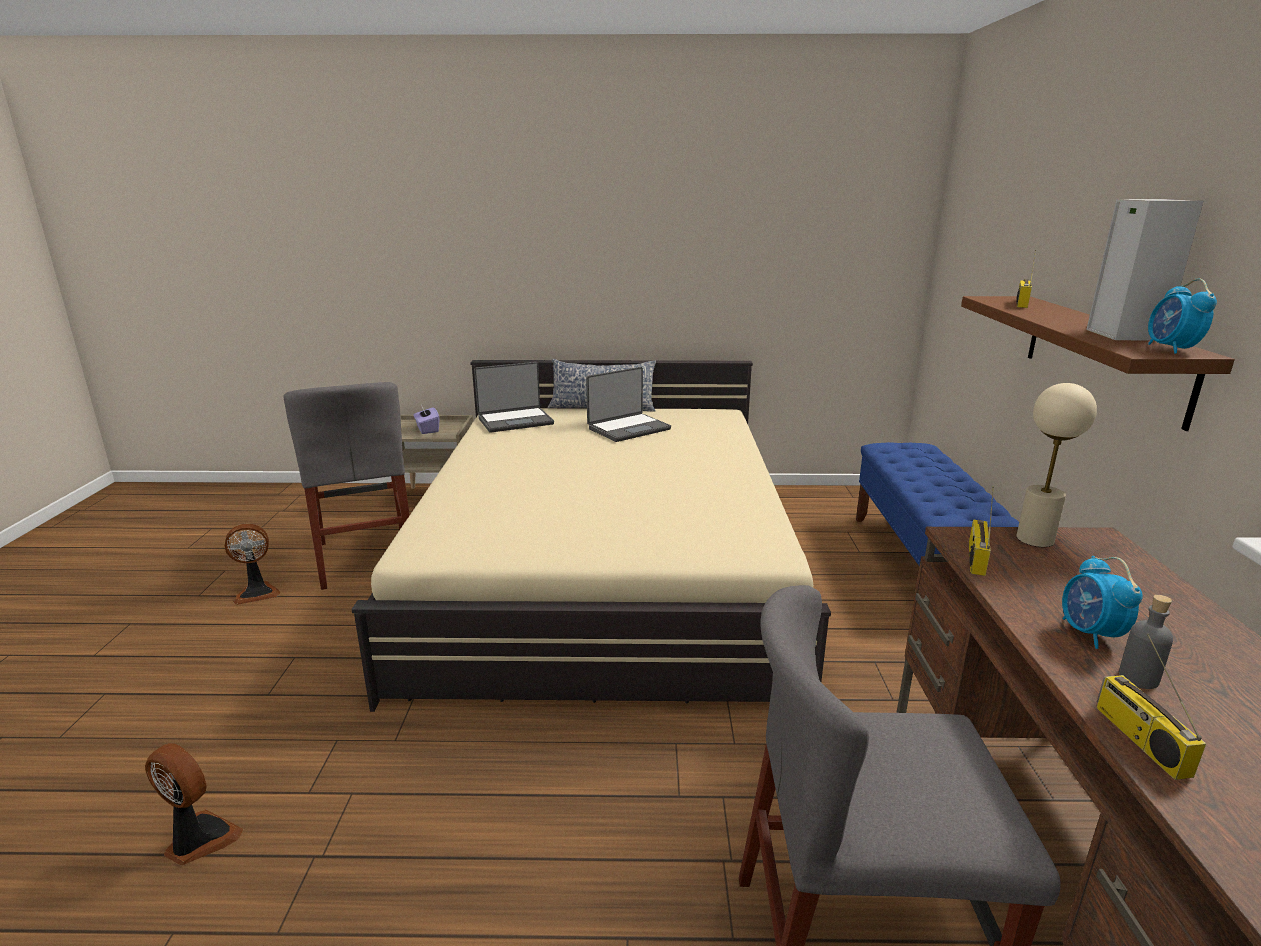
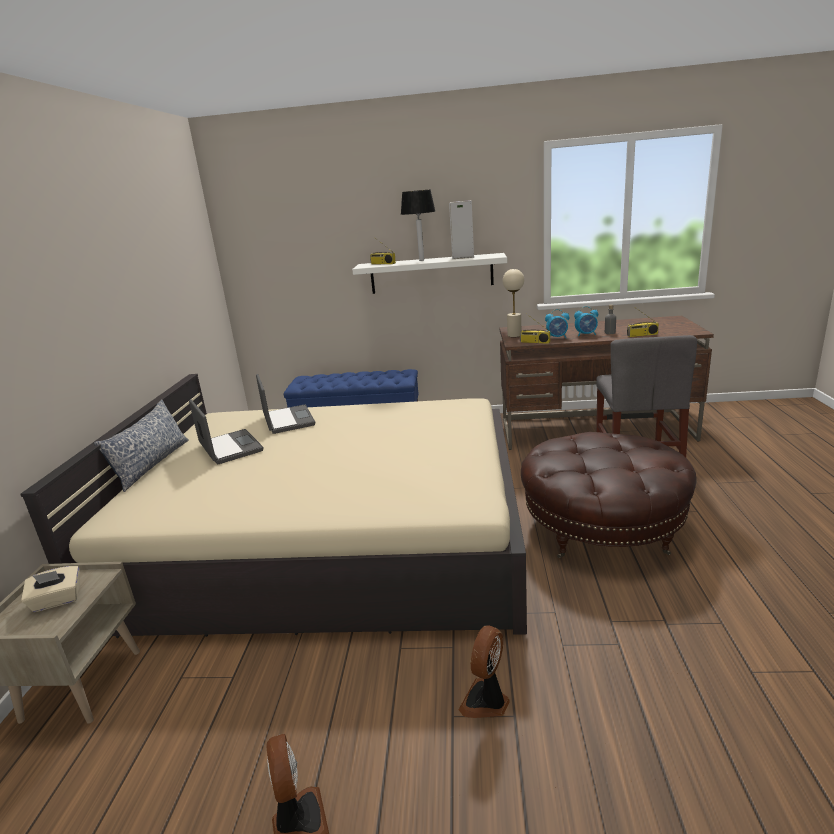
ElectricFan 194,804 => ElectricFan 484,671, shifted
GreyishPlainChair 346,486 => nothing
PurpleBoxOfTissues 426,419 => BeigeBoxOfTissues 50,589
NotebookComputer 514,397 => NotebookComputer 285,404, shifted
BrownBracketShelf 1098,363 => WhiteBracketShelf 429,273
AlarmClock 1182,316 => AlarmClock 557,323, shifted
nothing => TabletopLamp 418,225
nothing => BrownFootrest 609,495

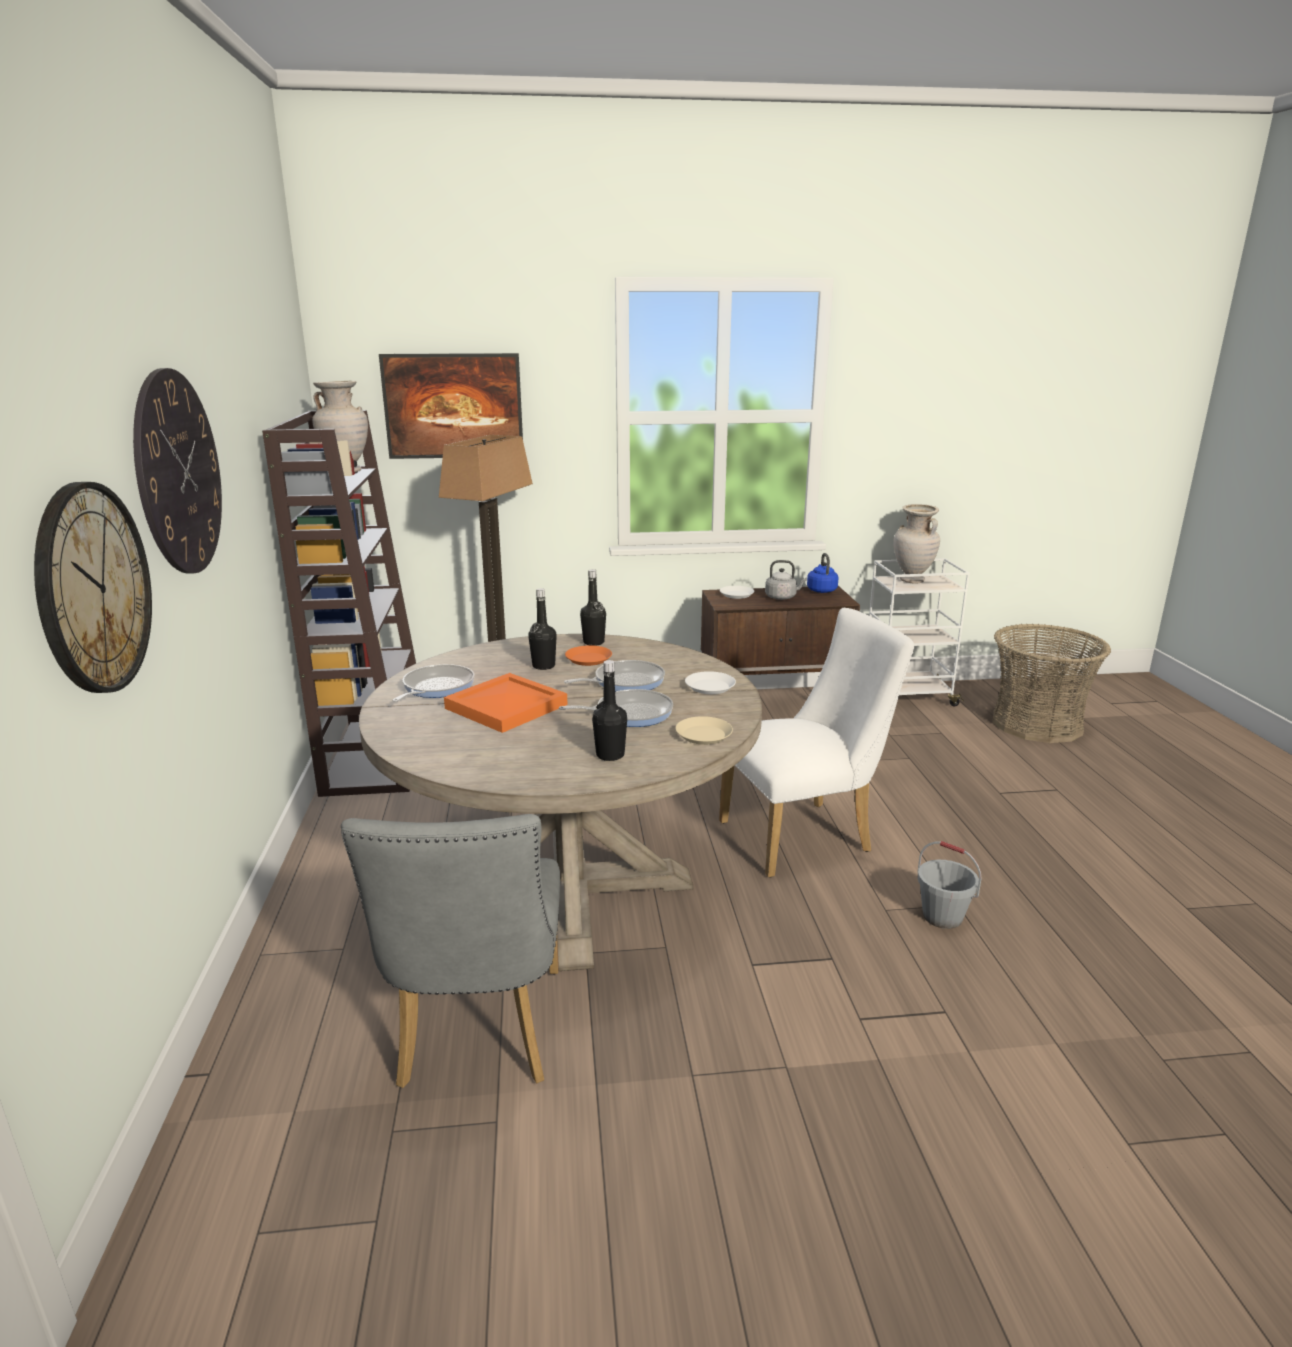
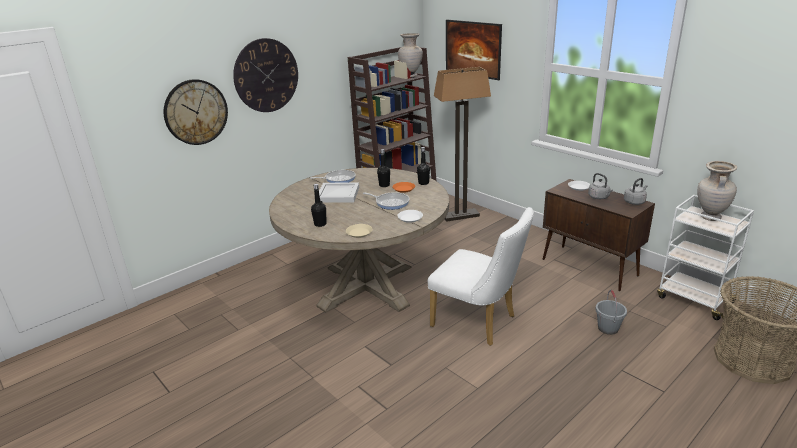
GreyishPlainChair 450,951 => nothing
OrangeTray 506,703 => WhiteTray 339,192
Pan 616,708 => nothing
BlueKettle 822,573 => GreyishKettle 635,191
GreyishPail 949,885 => GreyishPail 611,312, shifted

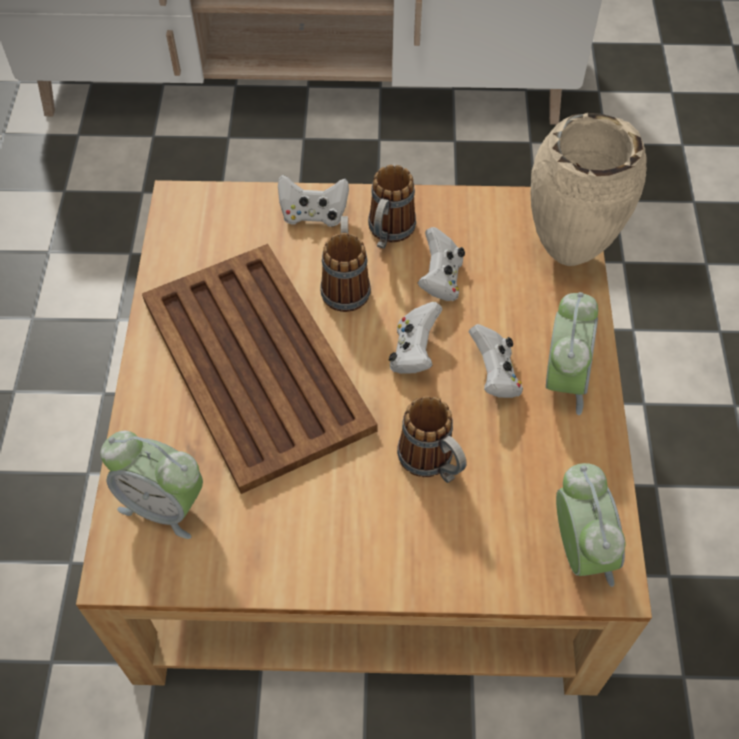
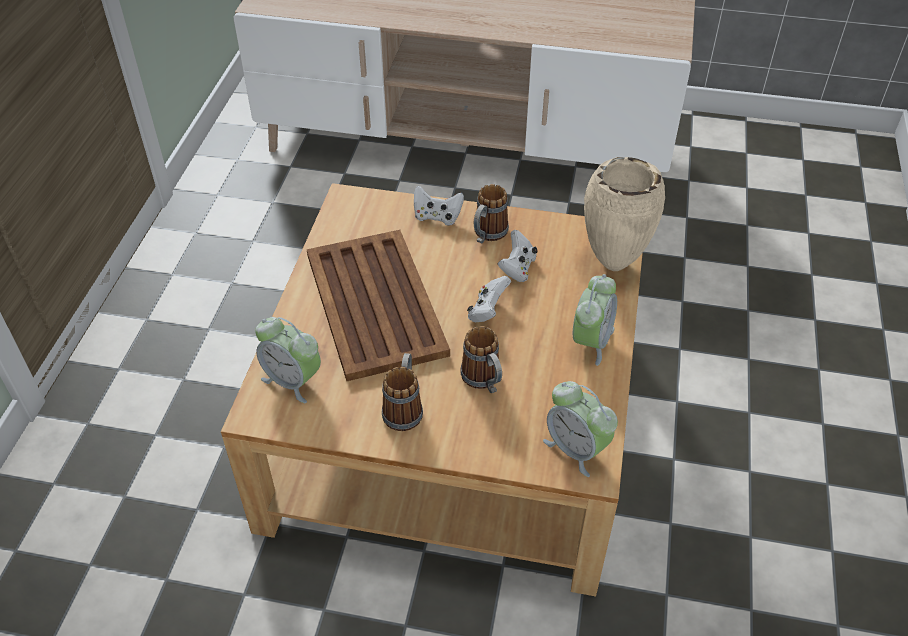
TeaMug 345,264 => TeaMug 402,392, shifted
WhiteJoypad 496,361 => nothing
AlarmClock 590,525 => AlarmClock 580,429, 135 degrees clockwise

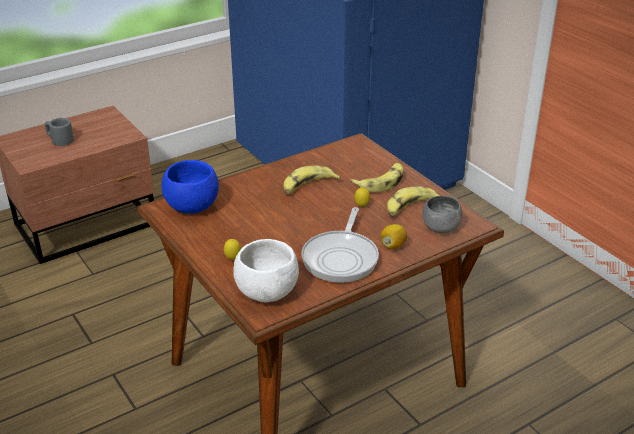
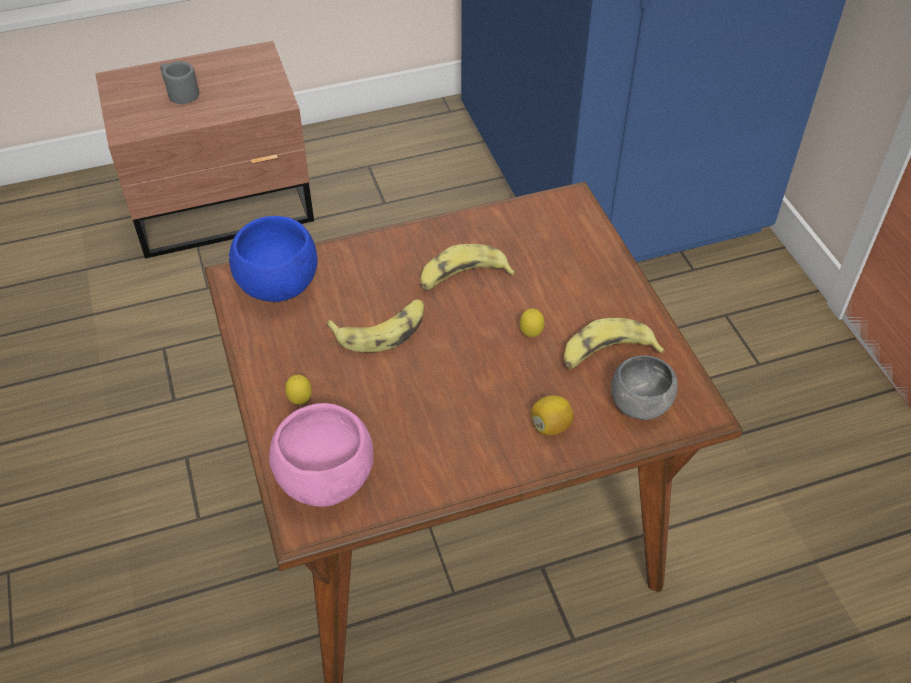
WhiteDeepDish 266,270 => PinkDeepDish 321,455
Pan 340,245 => nothing
Banana 377,177 => Banana 375,325, shifted

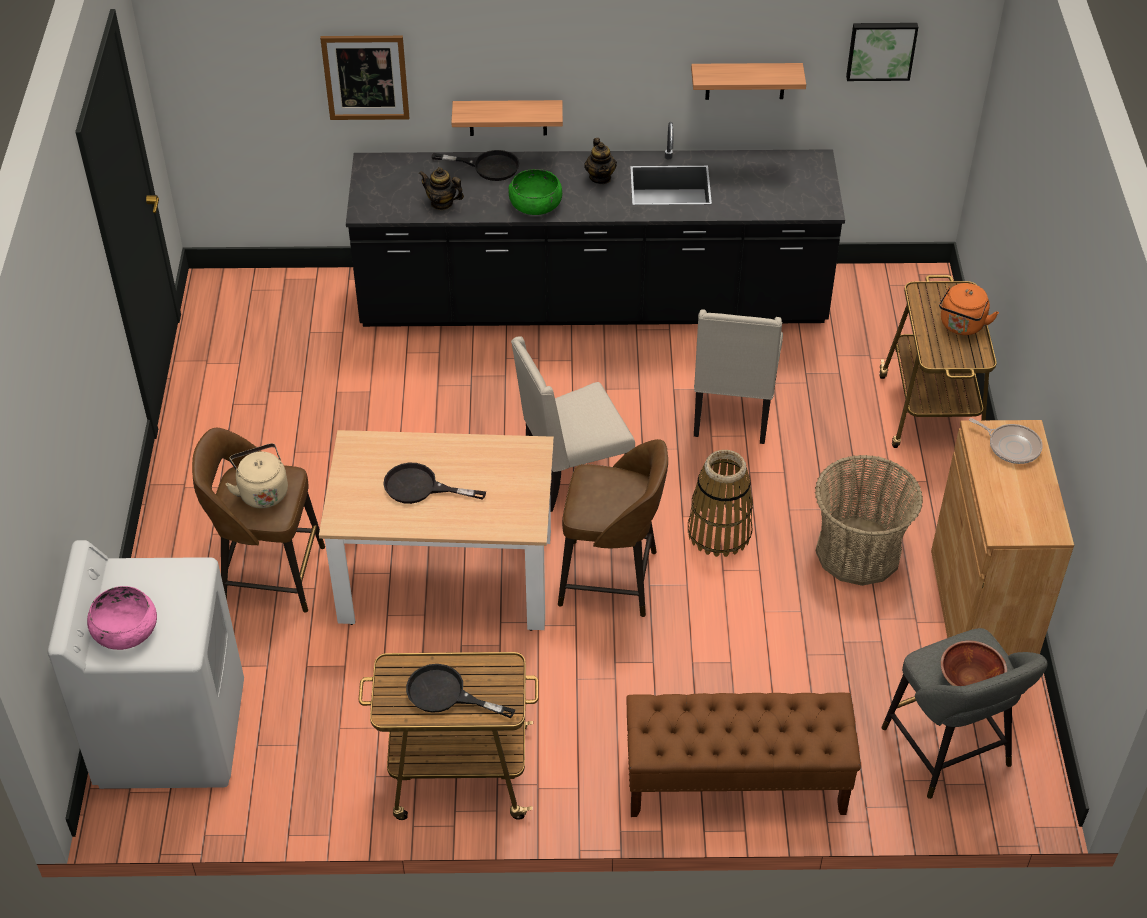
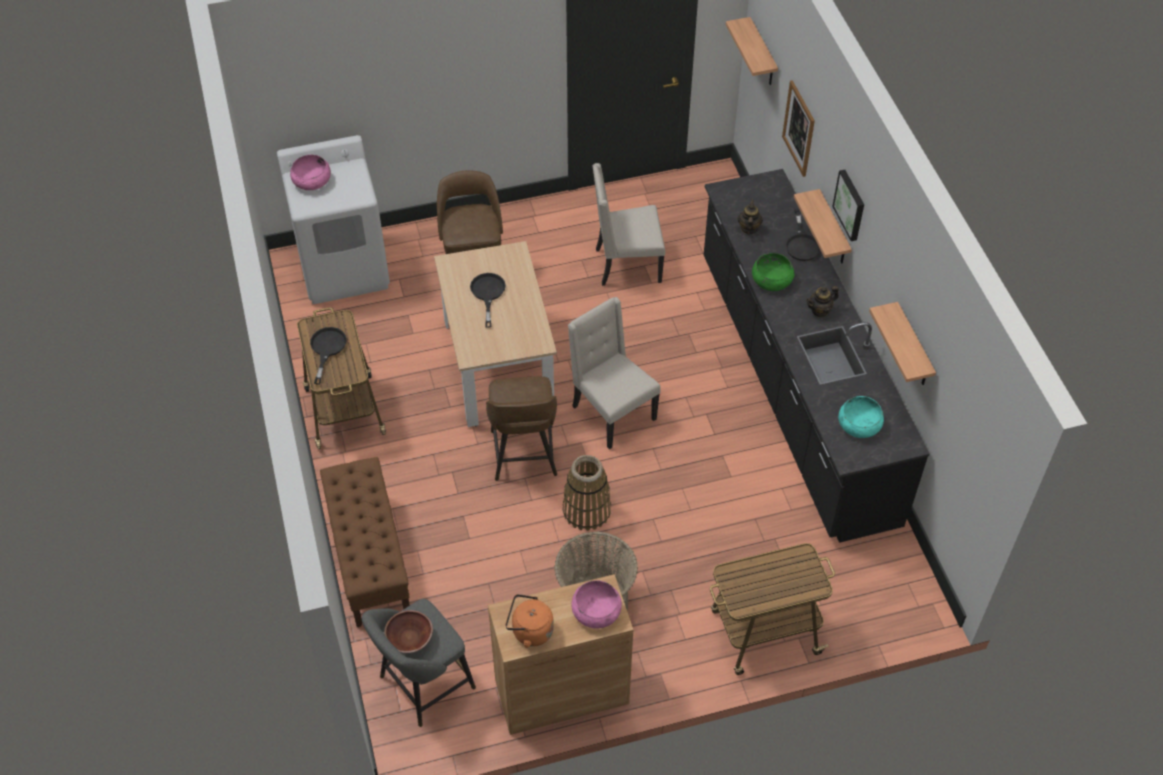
BeigeKettle 257,475 => nothing
BeigePlainChair 738,377 => BeigePlainChair 629,224, shifted
Picture 882,52 => Picture 848,205, shifted
OrangeKettle 969,309 => OrangeKettle 530,621, shifted
Pan 1006,441 => PinkDeepDish 596,604
nothing => BracketShelf 752,51
nothing => BlueGreenDeepDish 861,417

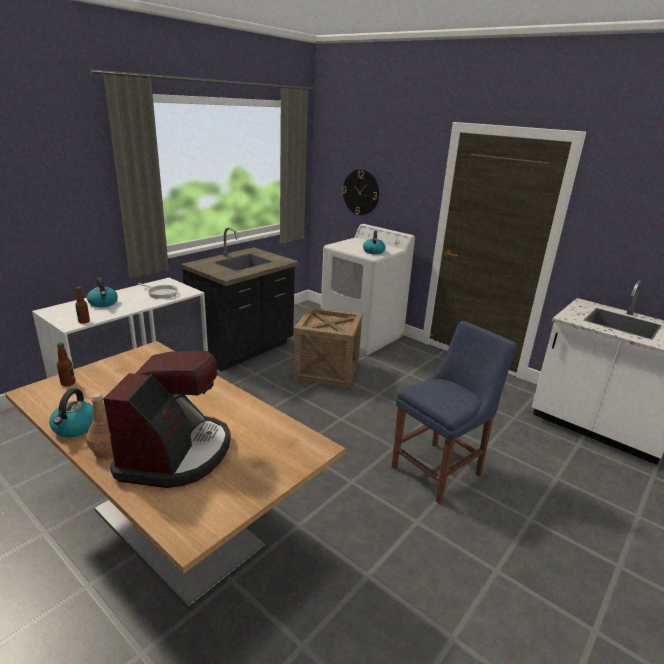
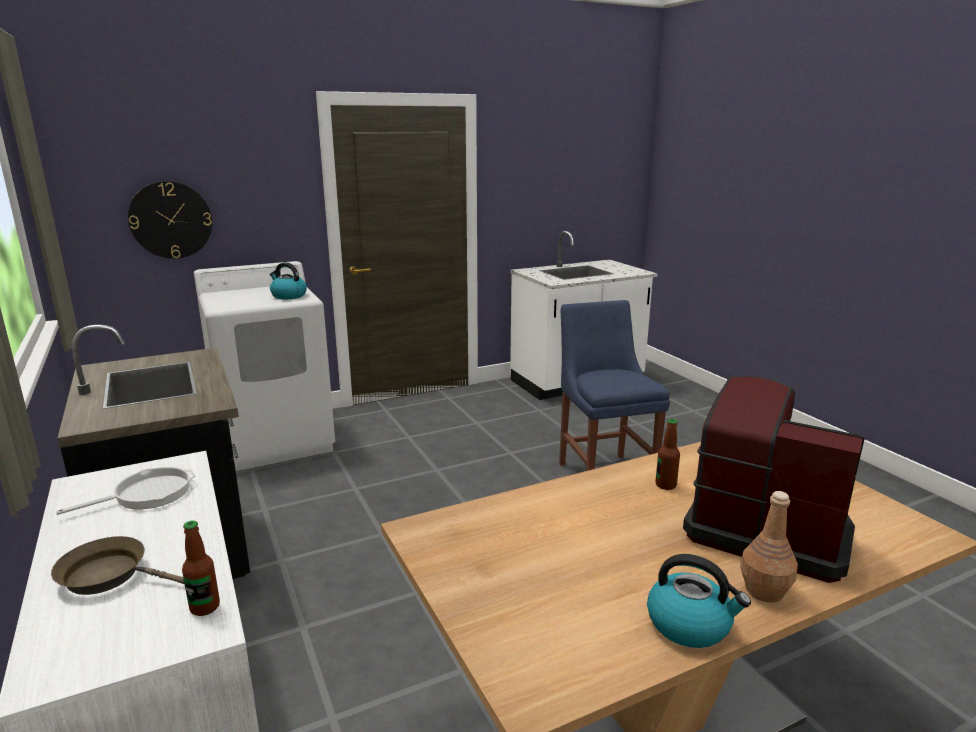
DrinkBottle 66,364 => DrinkBottle 667,454, shifted
Kettle 102,292 => BrownPan 117,565
PackingCrate 327,347 => nothing

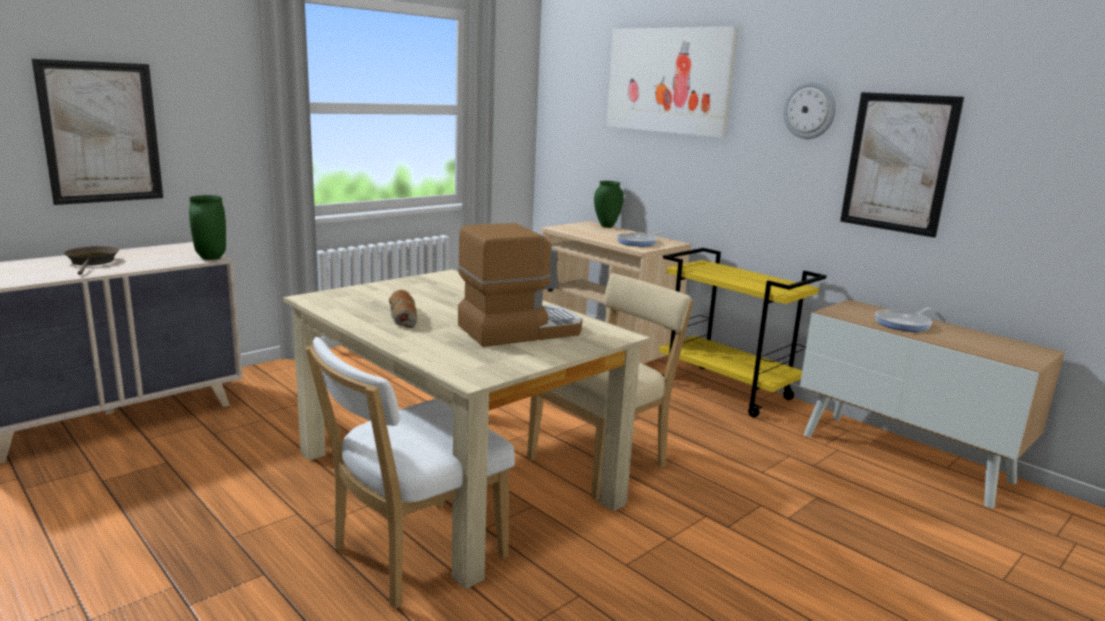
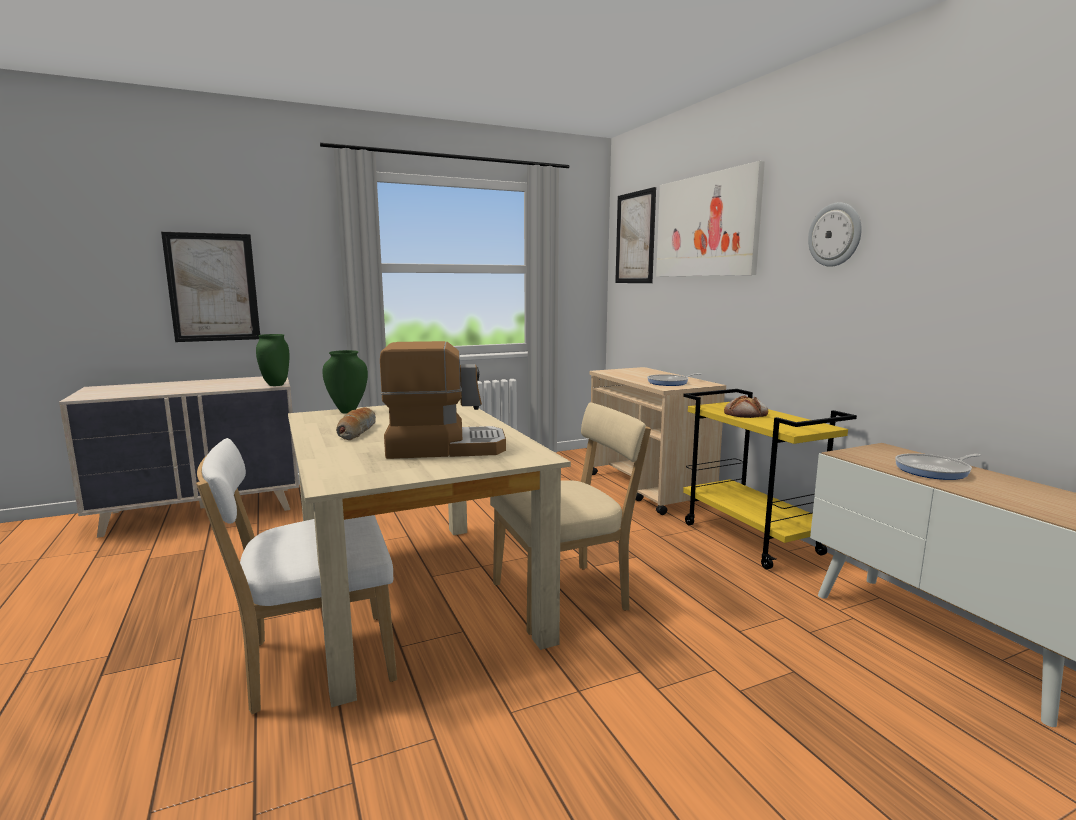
BrownPan 91,260 => nothing
GreenColouredVase 609,204 => GreenColouredVase 345,382, shifted
Picture 902,165 => Picture 635,235, shifted
nothing => BakedBread 746,406

